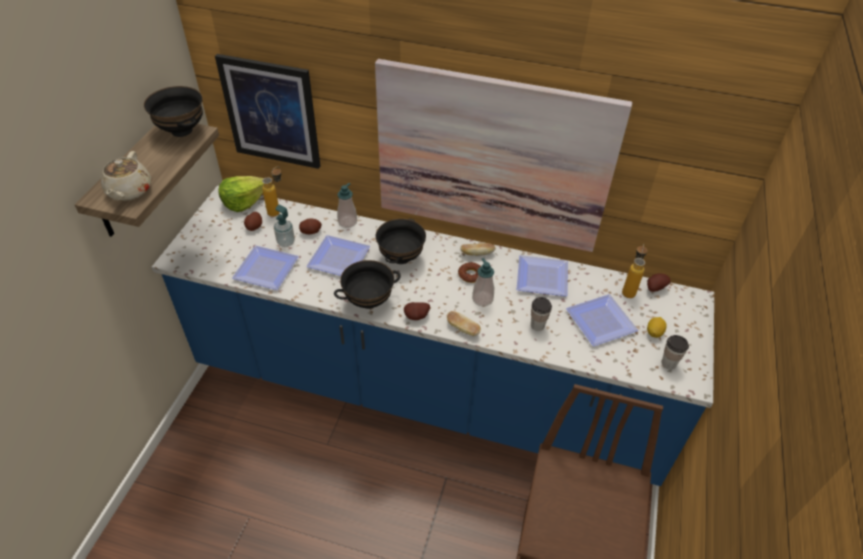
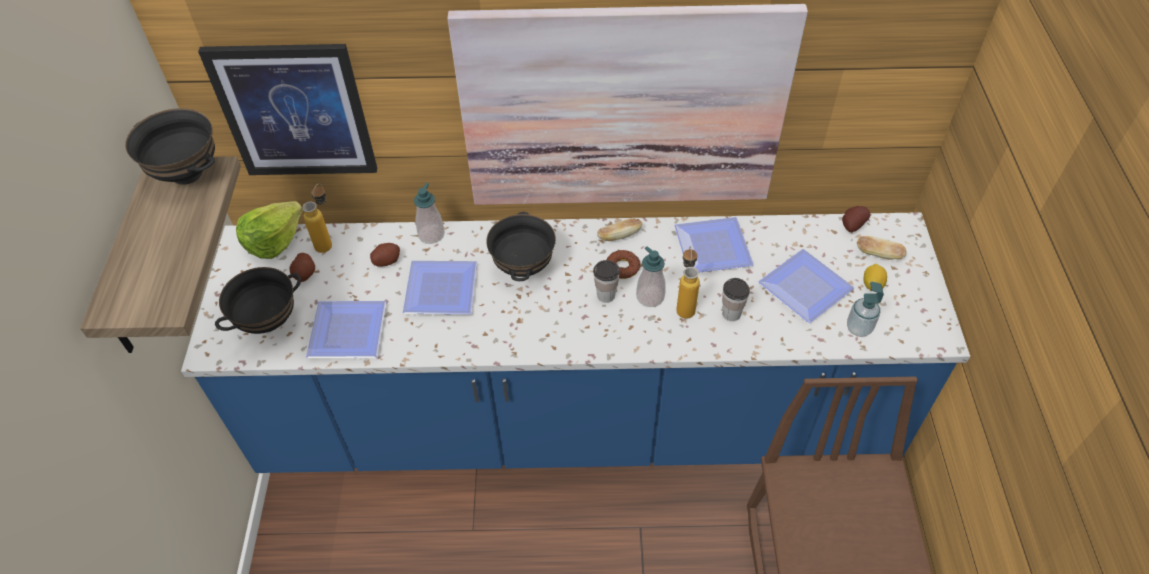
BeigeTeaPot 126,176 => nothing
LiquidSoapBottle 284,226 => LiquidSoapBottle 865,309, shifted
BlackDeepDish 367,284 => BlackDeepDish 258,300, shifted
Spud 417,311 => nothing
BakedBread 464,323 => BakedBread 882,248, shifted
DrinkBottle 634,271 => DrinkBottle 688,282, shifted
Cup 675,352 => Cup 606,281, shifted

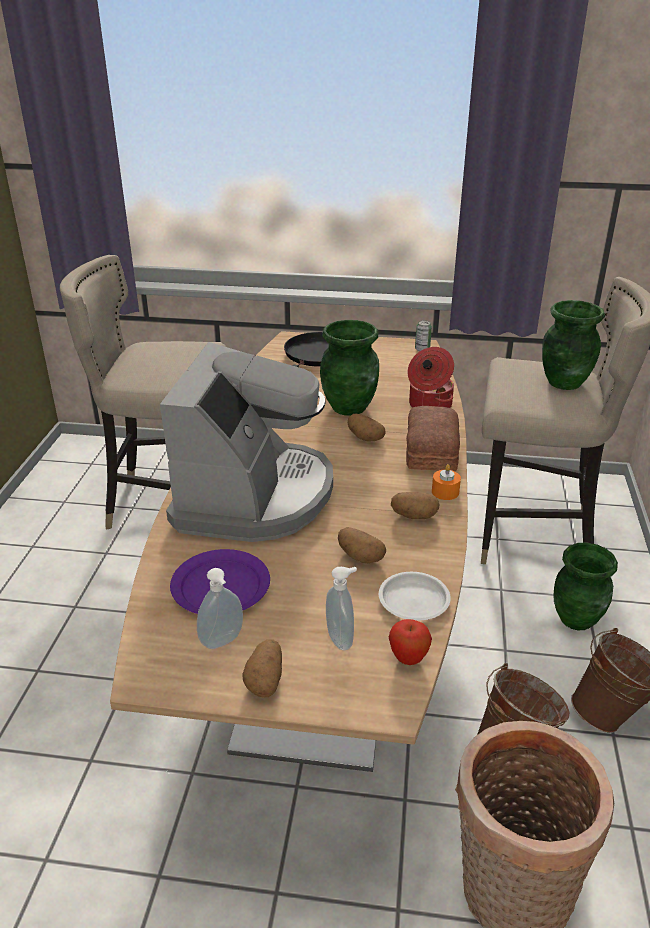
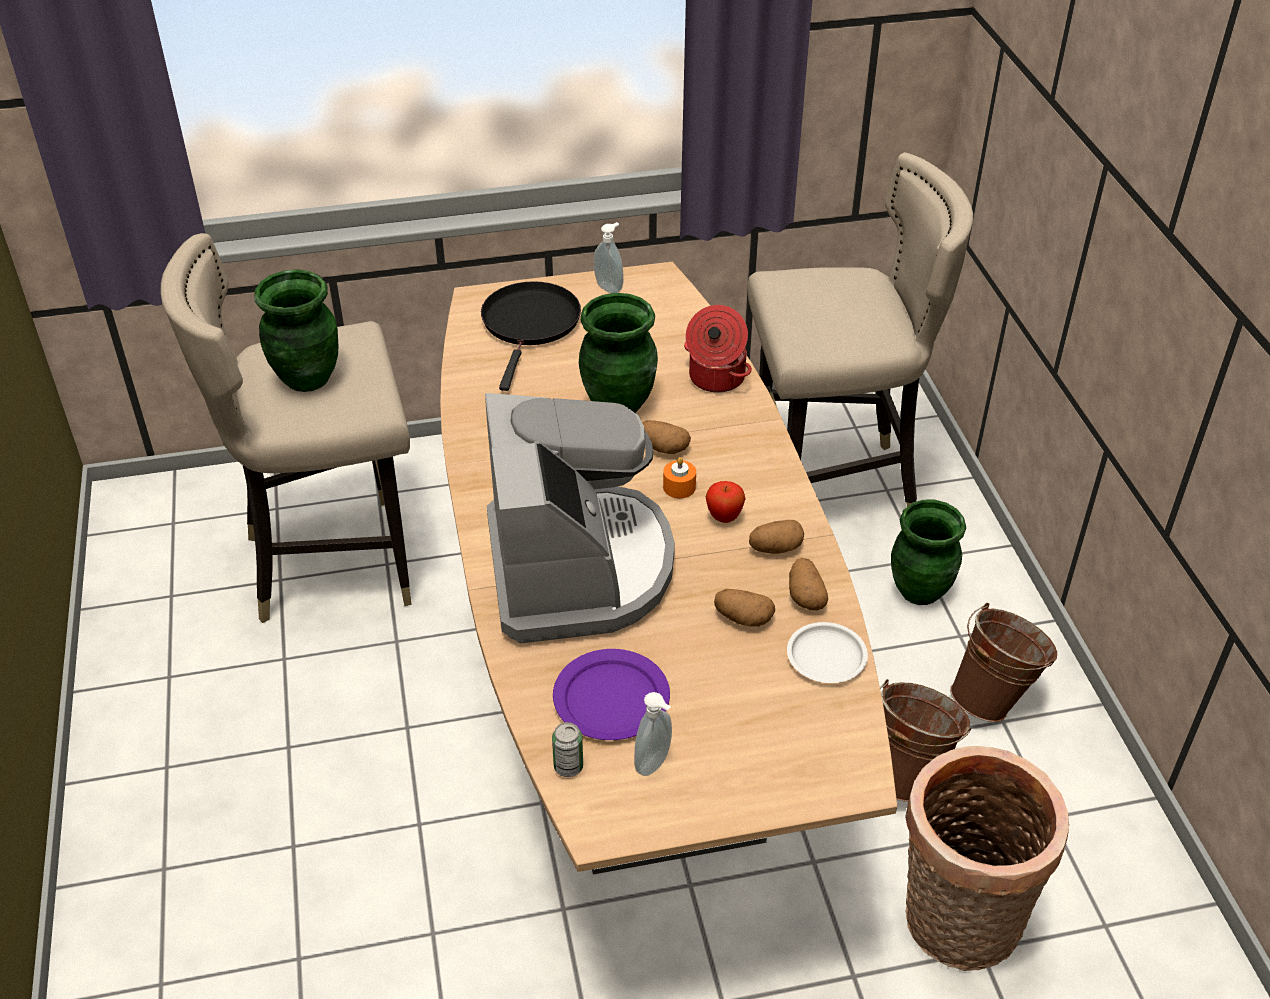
Spud 262,669 => Spud 808,584, shifted
LiquidSoapBottle 341,608 => LiquidSoapBottle 609,257, shifted
AppleFruit 410,642 => AppleFruit 725,502, shifted
BakedBread 433,438 => nothing
MetalCan 423,335 => MetalCan 567,749, shifted
OrangeWaxCandle 446,482 => OrangeWaxCandle 679,477, shifted
GreenColouredVase 573,345 => GreenColouredVase 296,330, shifted

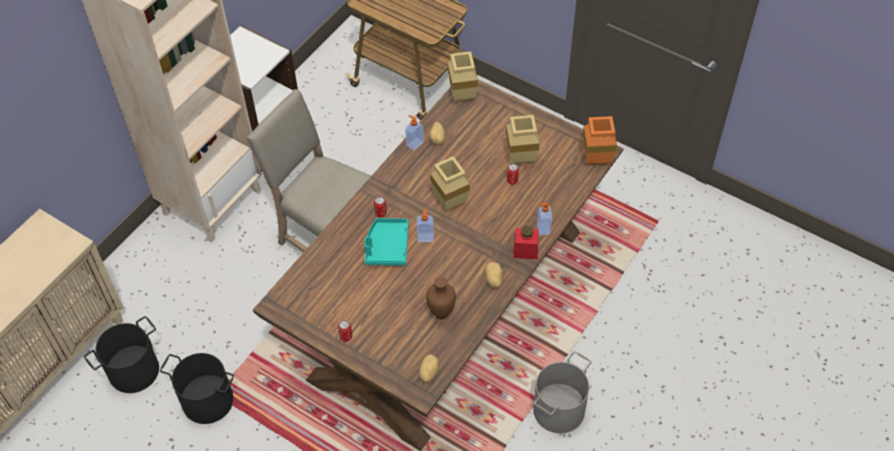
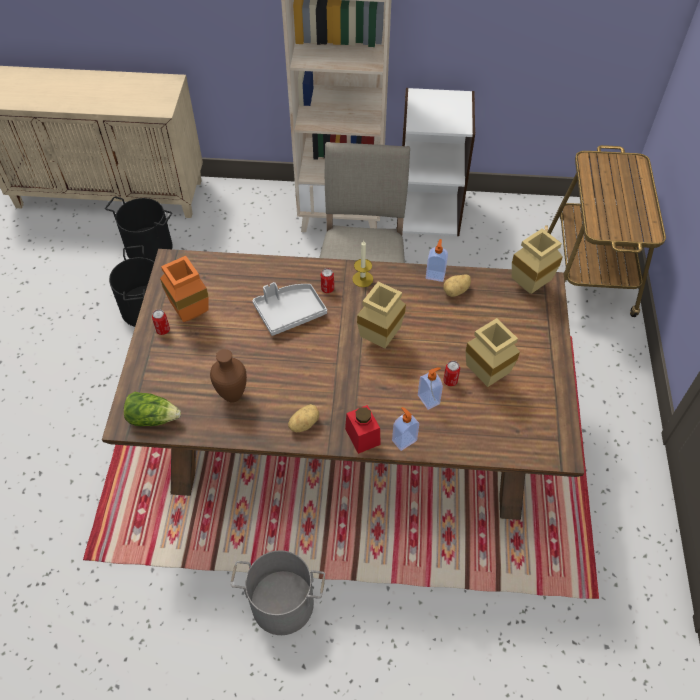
BlueGreenTray 386,241 => GreyishTray 290,309
LiquidSoapBottle 425,225 => LiquidSoapBottle 430,388, shifted
Spud 429,368 => HeadOfLettuce 152,409
OrangeVase 600,140 => OrangeVase 184,289, shifted
nothing => WaxCandle 362,263

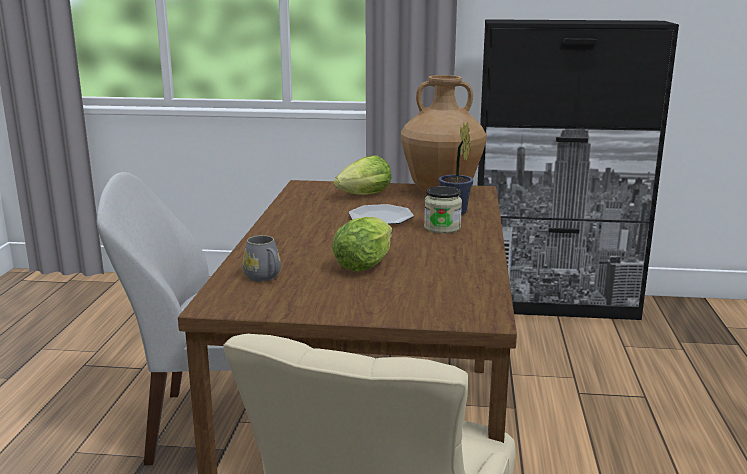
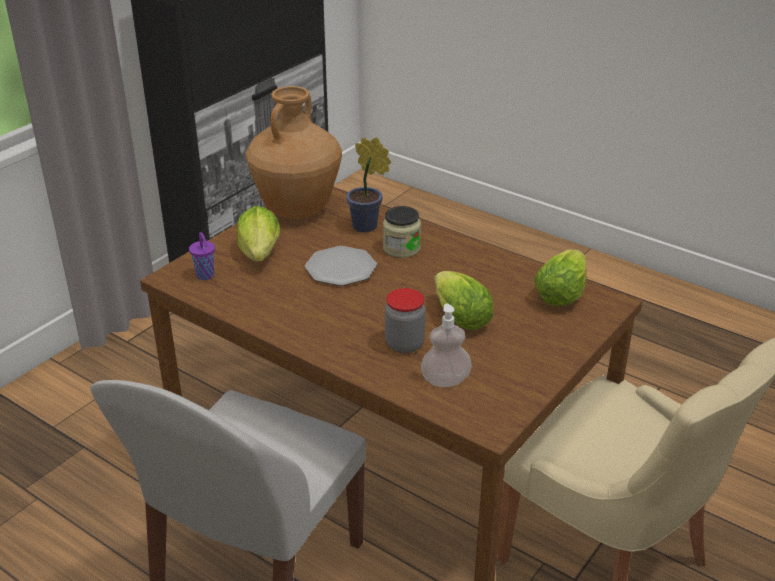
GreyishTeaMug 262,258 => LiquidSoapBottle 446,345
nothing => PurpleCup 202,256
nothing => Jar 405,320
nothing => HeadOfLettuce 560,278

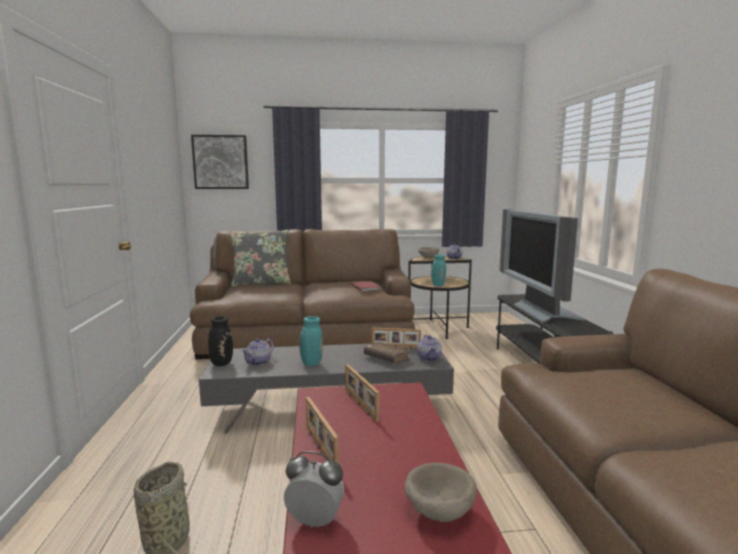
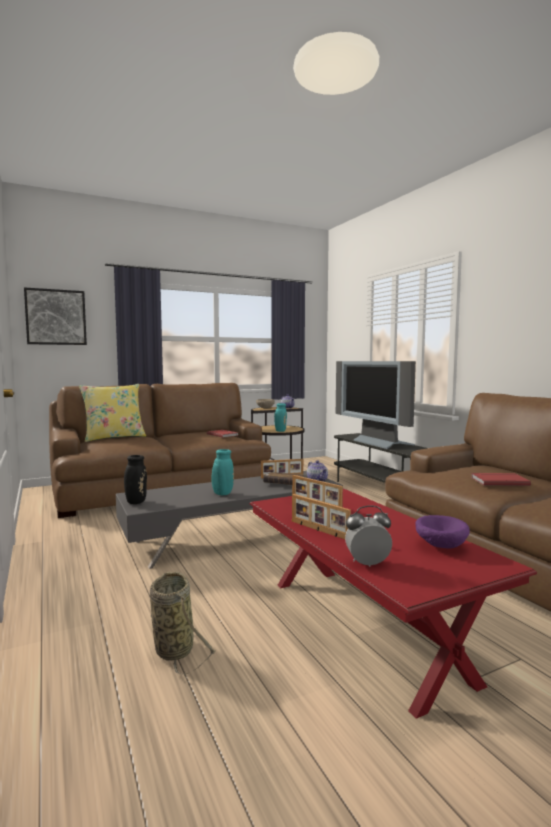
GreyishPillow 260,258 => YellowishPillow 112,413
TeaPot 257,351 => nothing
BeigeDeepDish 440,492 => PurpleDeepDish 442,532
nothing => RedBook 501,479

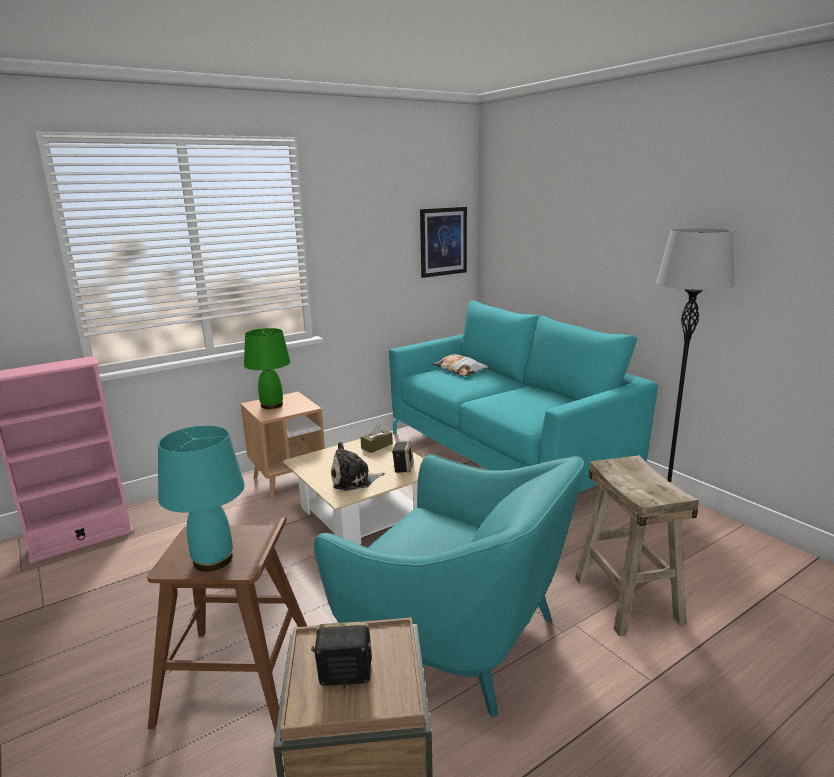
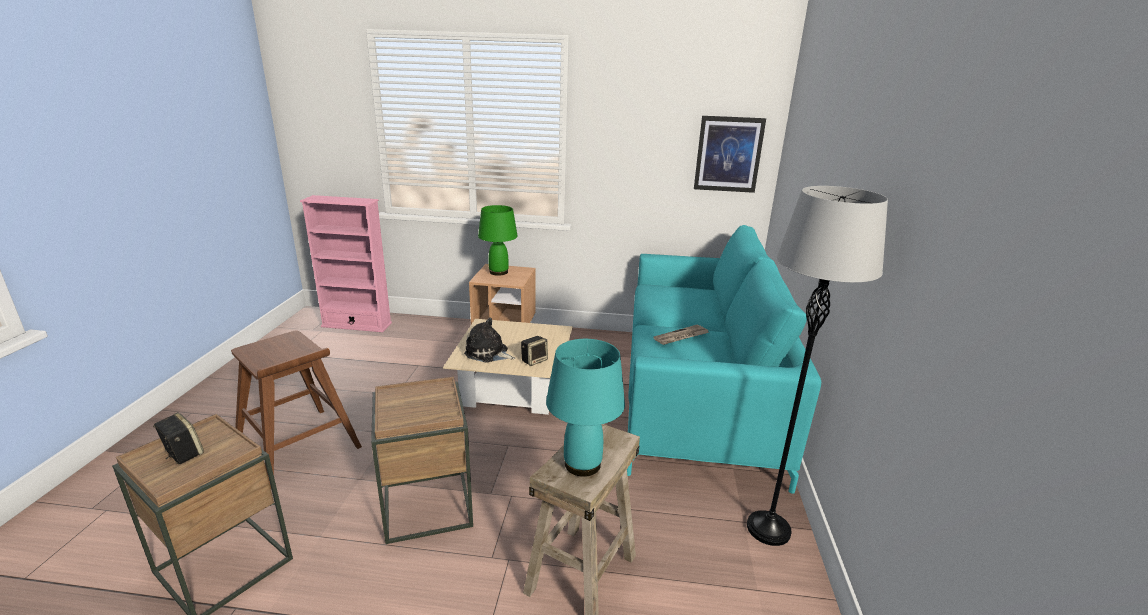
BlueGreenTabletopLamp 201,498 => BlueGreenTabletopLamp 585,408, shifted
BlueGreenLoungeChair 449,585 => BrownAccentTable 422,460
BrownBoxOfTissues 377,438 => nothing
Pillow 460,365 => nothing
nothing => PrintedPaper 681,334

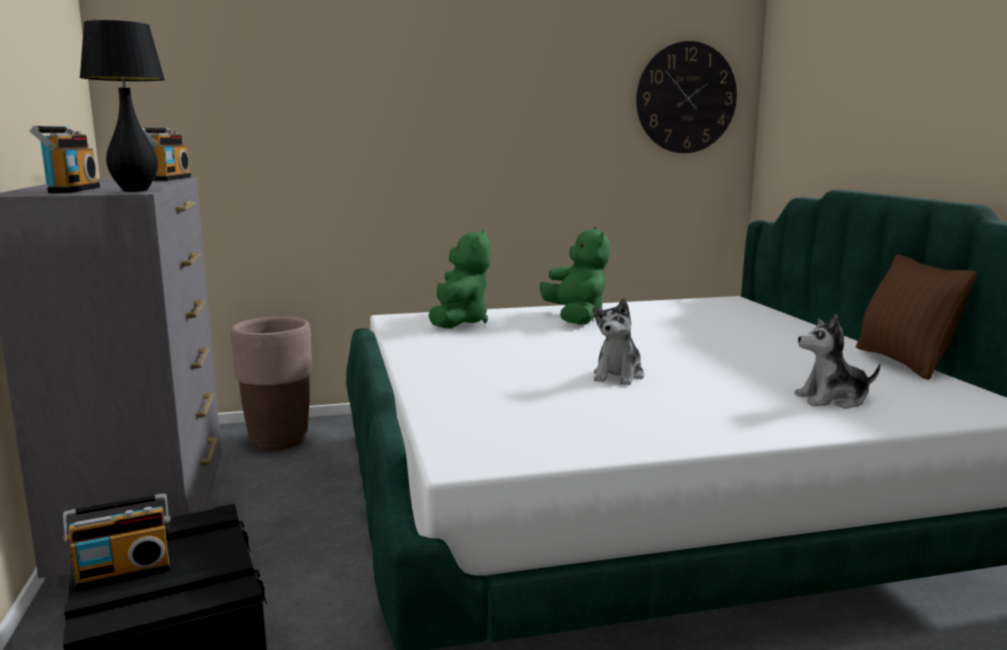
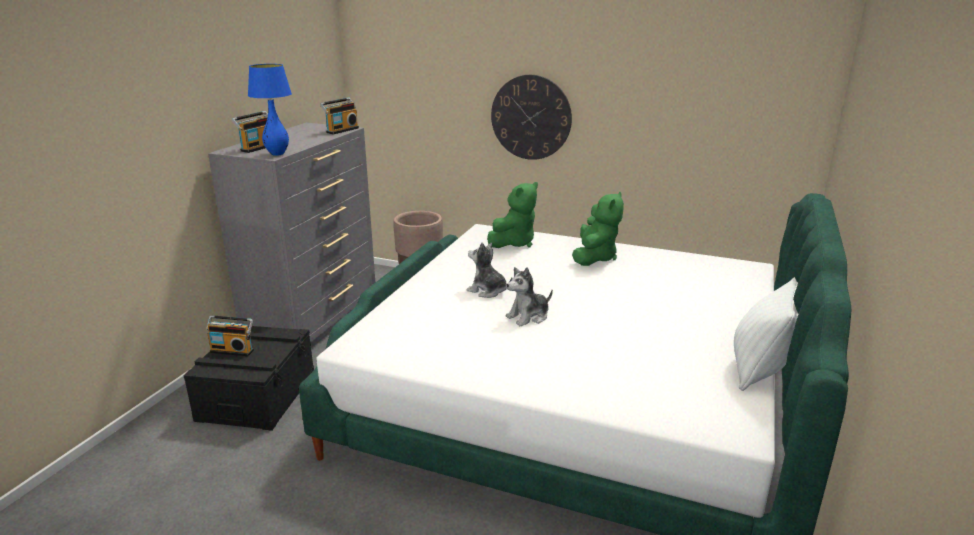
BlackTabletopLamp 122,106 => BlueTabletopLamp 270,110
WallClock 686,97 => WallClock 531,117, shifted
PlushToy 837,361 => PlushToy 489,270, shifted
BrownPillow 916,317 => WhitePillow 766,334

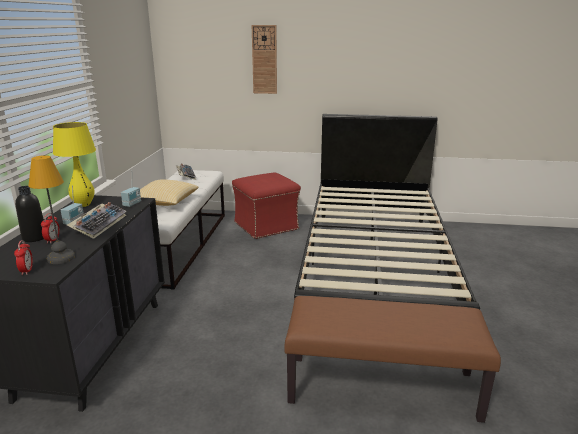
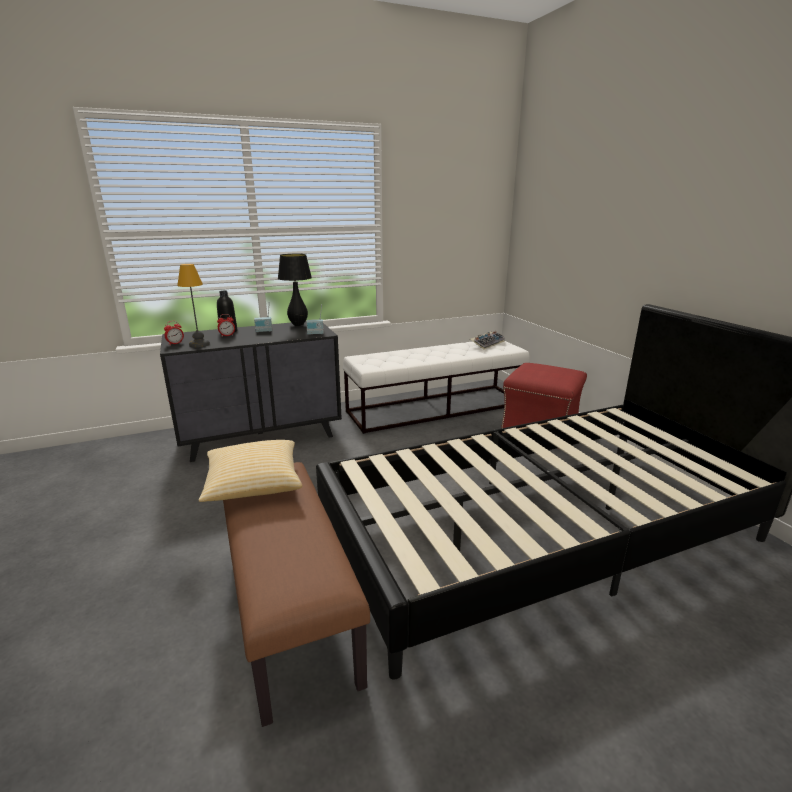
YellowishTabletopLamp 74,164 => BlackTabletopLamp 295,290
PcKeyboard 96,220 => nothing
Pillow 169,192 => Pillow 250,471, shifted
WallClock 264,59 => nothing

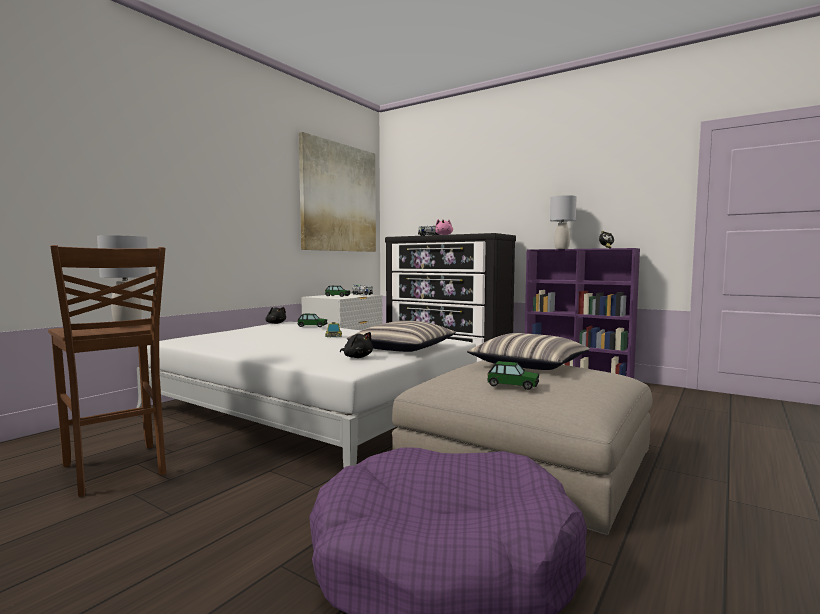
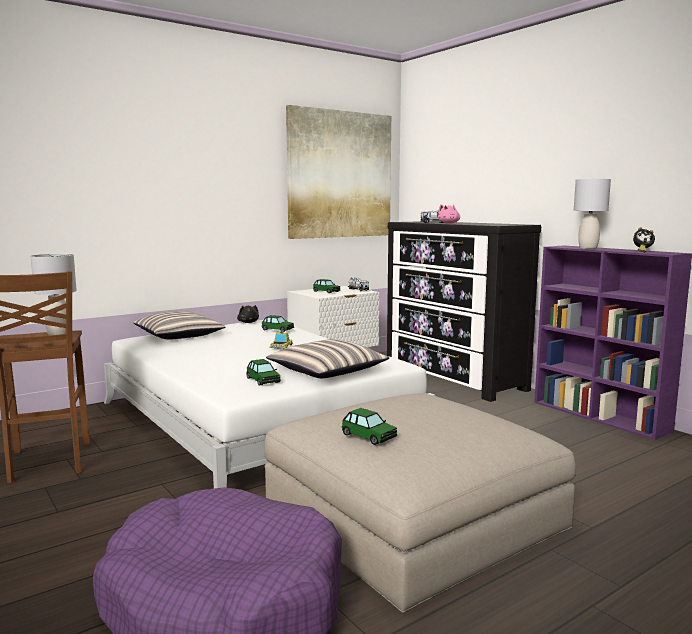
BlackPlushToy 356,345 => ToyCar 264,372
Pillow 528,351 => Pillow 179,325, shifted

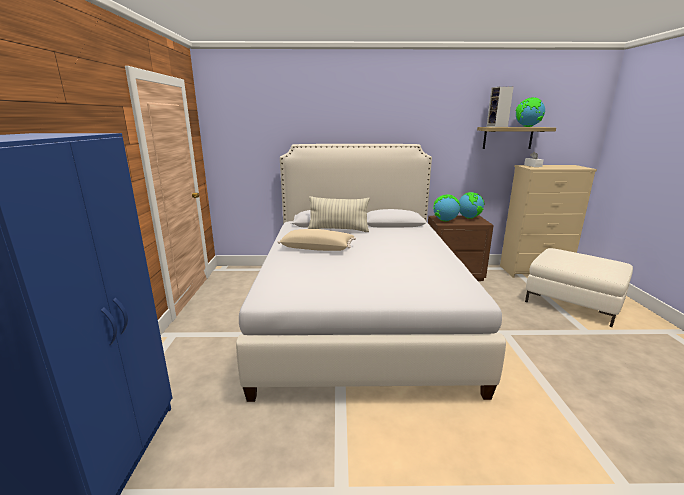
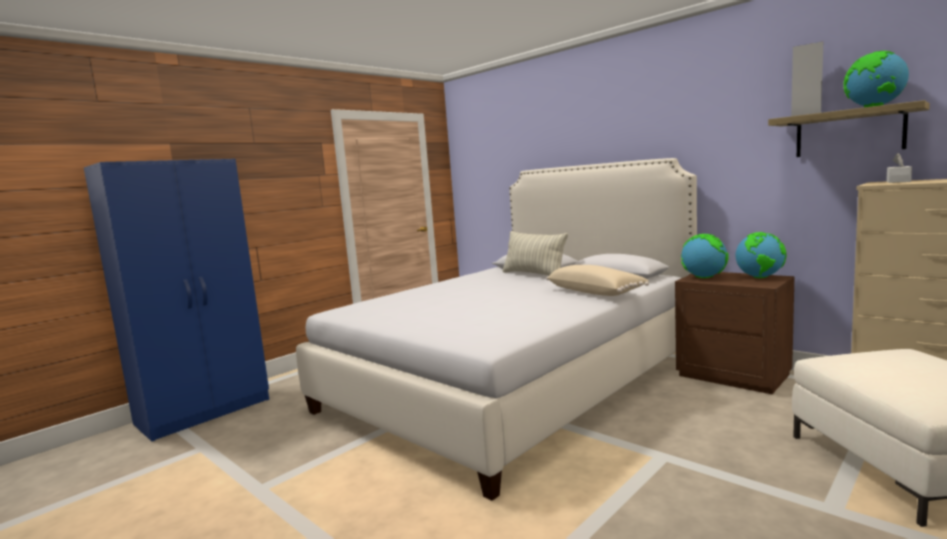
BeigePillow 317,240 => BeigePillow 597,280, shifted

